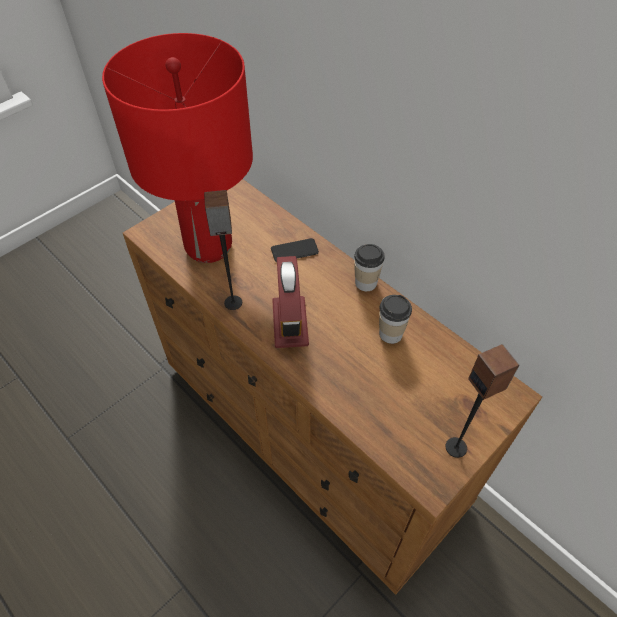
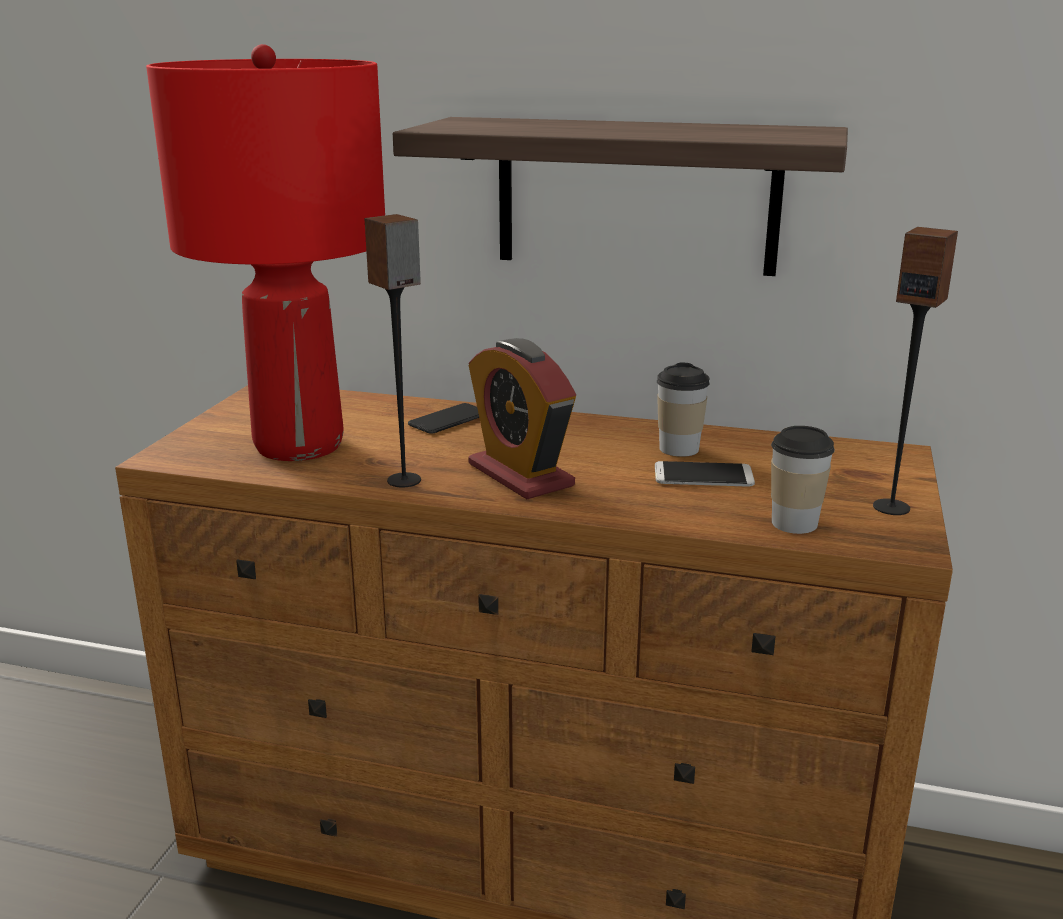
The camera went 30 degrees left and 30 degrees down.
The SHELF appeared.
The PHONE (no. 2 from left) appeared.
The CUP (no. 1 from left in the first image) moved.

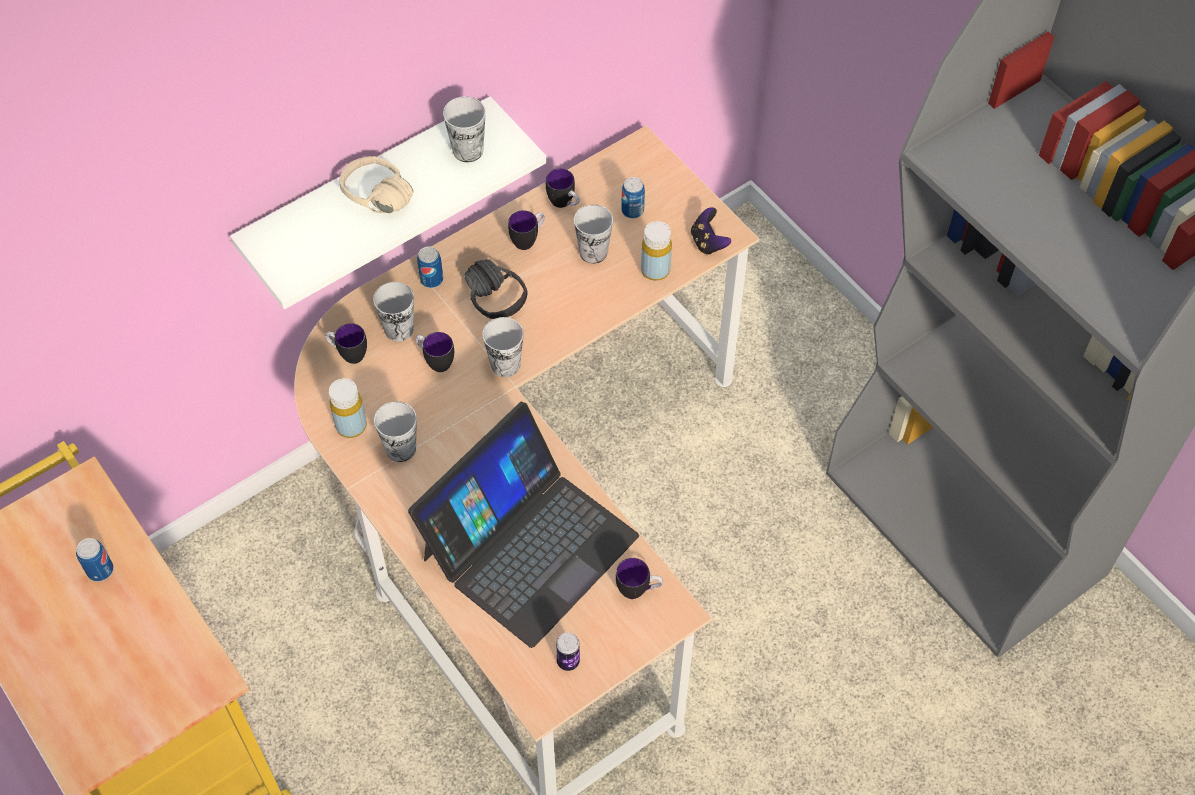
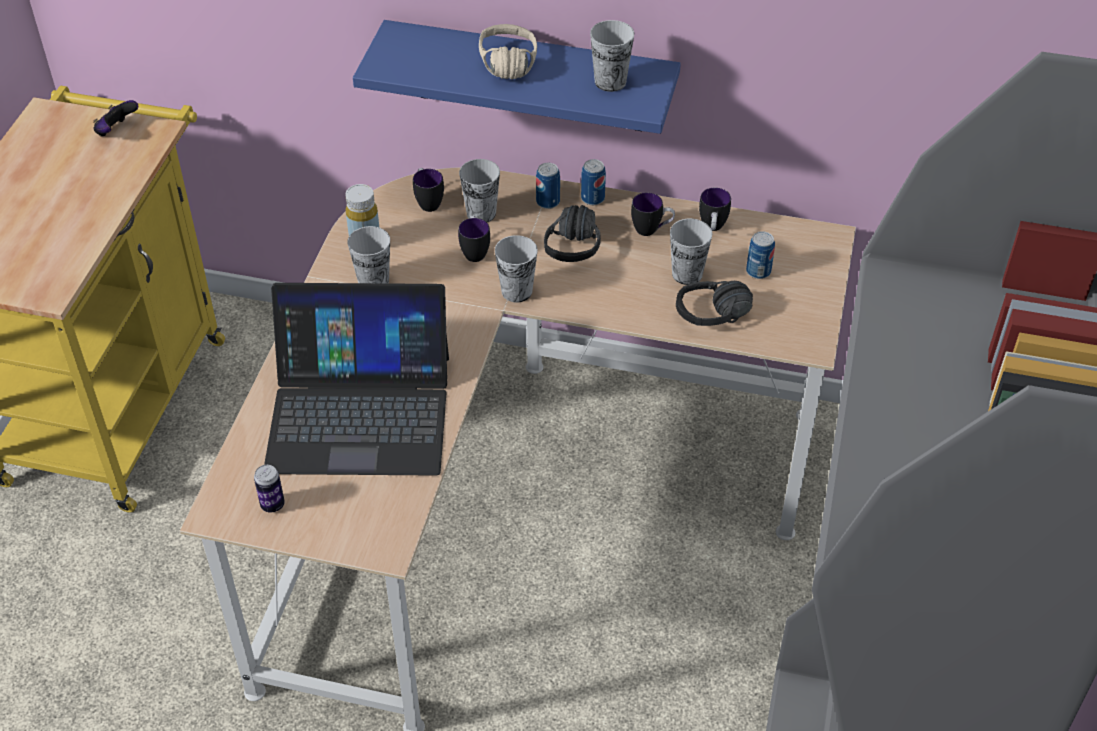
The camera went 50 degrees right and 10 degrees down.
The GAME CONTROLLER moved.
The WHITE SHELF became the BLUE SHELF.
The CAN (no. 1 from left in the first image) moved.
The YELLOW BOTTLE (no. 2 from left) was replaced by the BLACK HEADPHONES (no. 2 from left).
The MUG (no. 5 from left) disappeared.

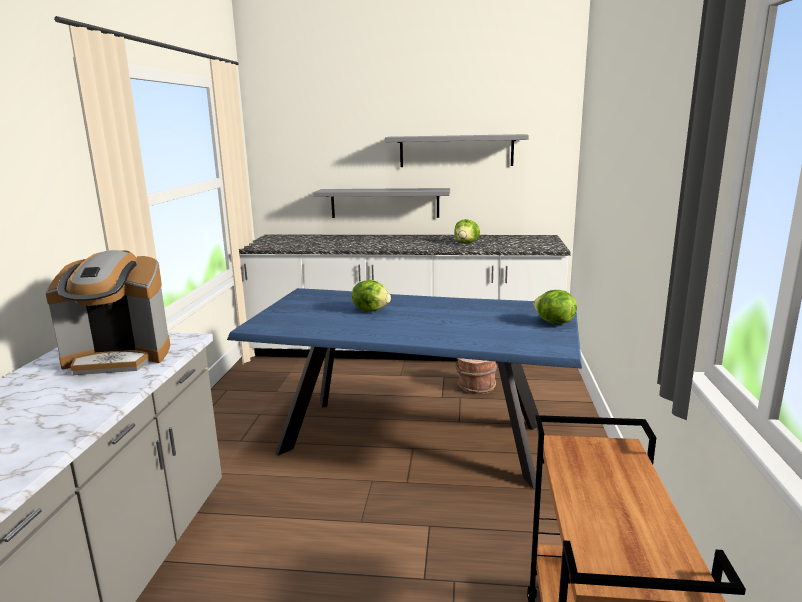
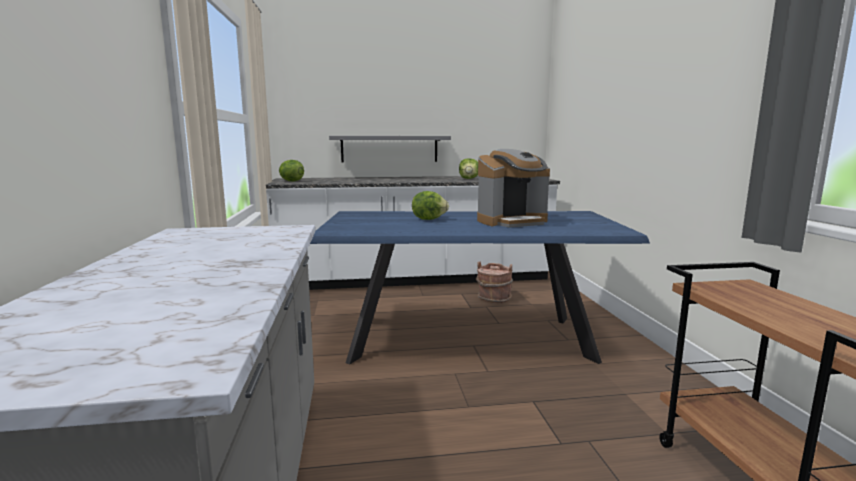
The camera went 15 degrees left and 5 degrees down.
The LETTUCE (no. 3 from left in the first image) moved.
The COFFEE MACHINE moved.
The GREY SHELF (no. 2 from left) disappeared.

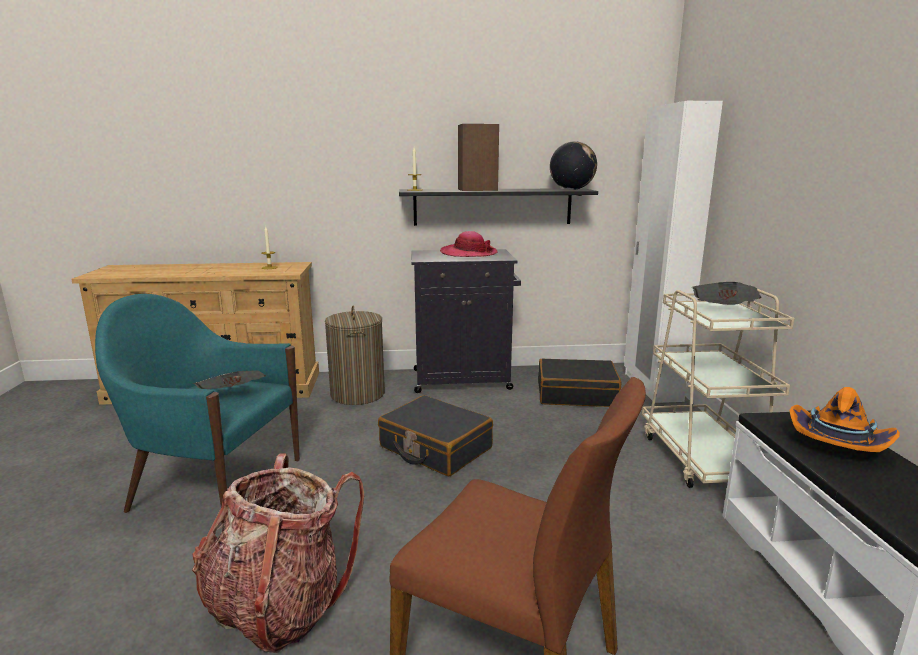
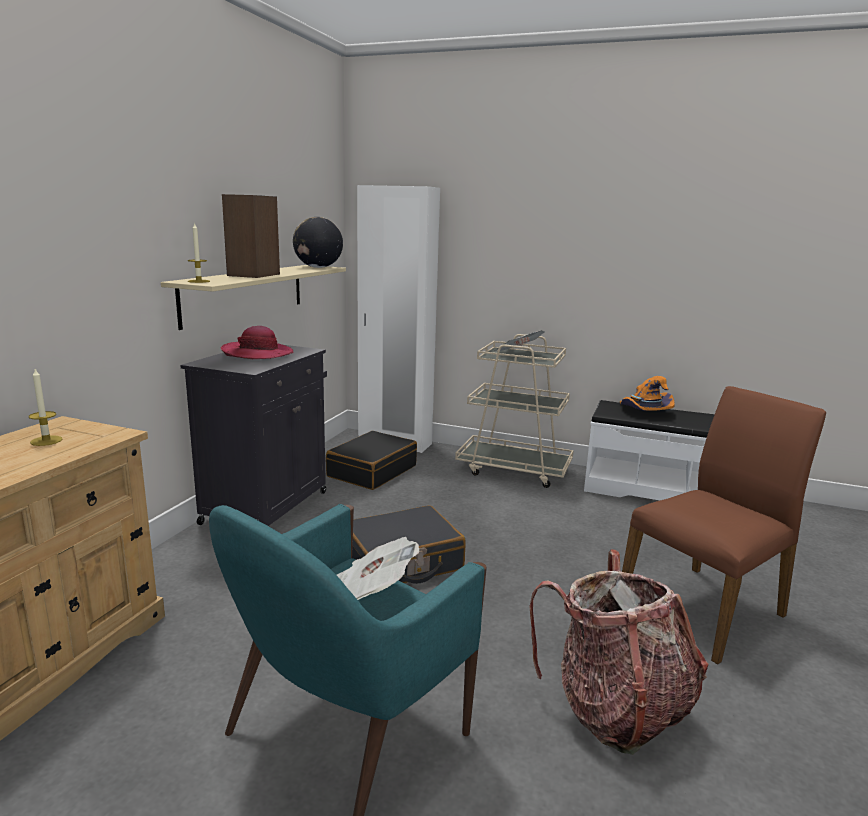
The camera went 65 degrees left and 0 degrees up.
The BLACK SHELF became the BEIGE SHELF.
The LAUNDRY BASKET disappeared.

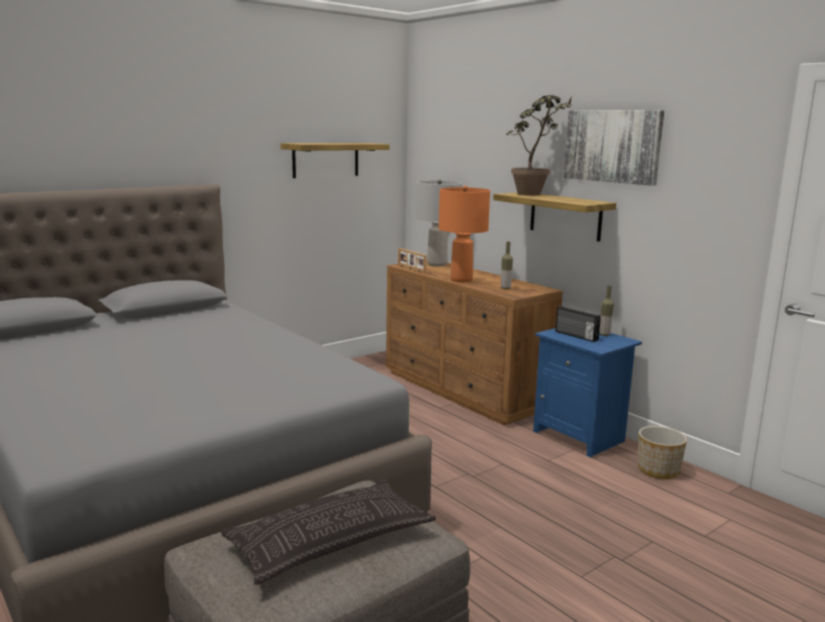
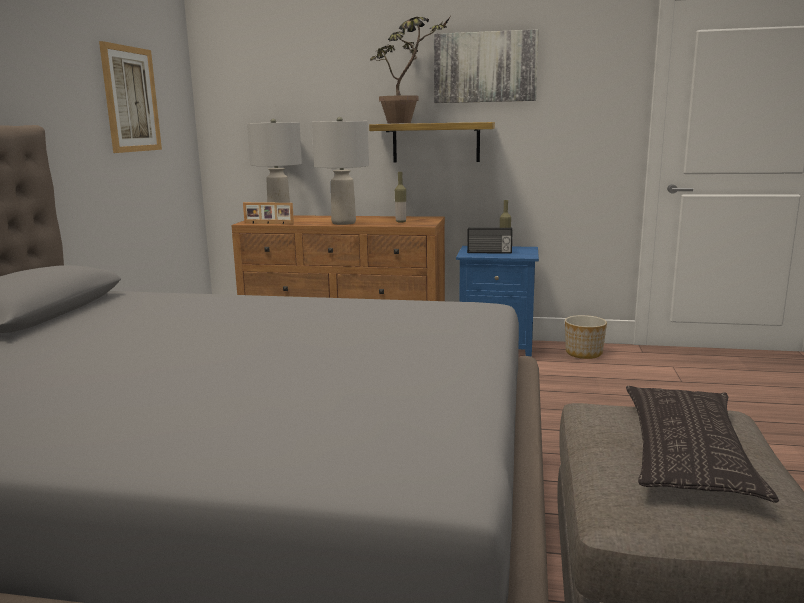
The camera went 40 degrees left and 0 degrees up.
The SHELF (no. 1 from left) was replaced by the PICTURE (no. 1 from left).
The ORANGE TABLE LAMP became the GREY TABLE LAMP (no. 2 from left).

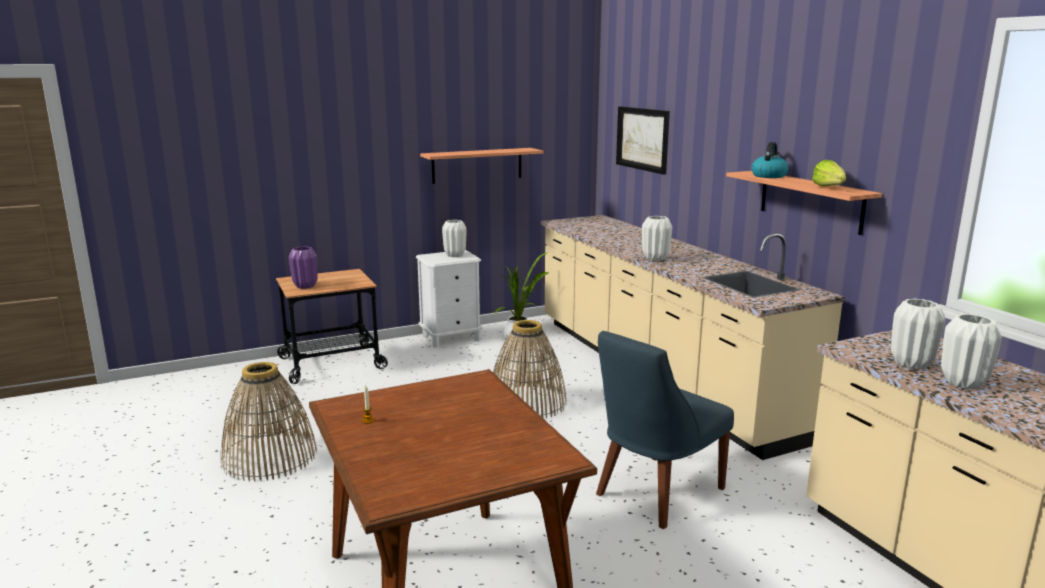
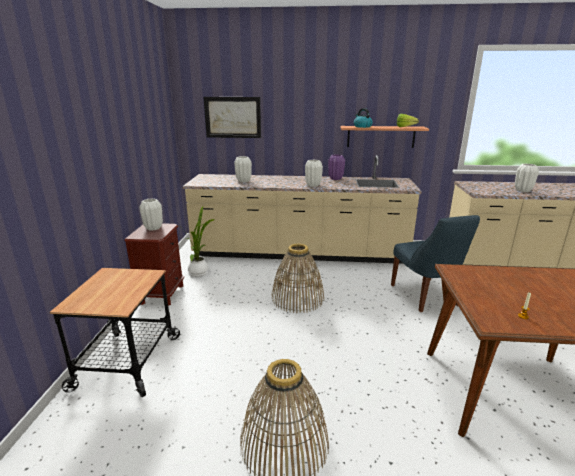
The camera went 60 degrees left and 5 degrees up.
The WHITE NIGHTSTAND became the BROWN NIGHTSTAND.
The WHITE VASE (no. 3 from left in the first image) moved.
The PURPLE VASE moved.
The SHELF (no. 1 from left) disappeared.

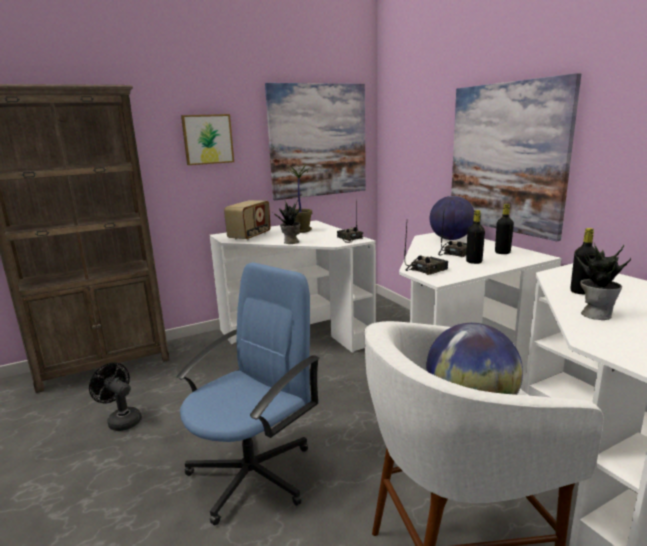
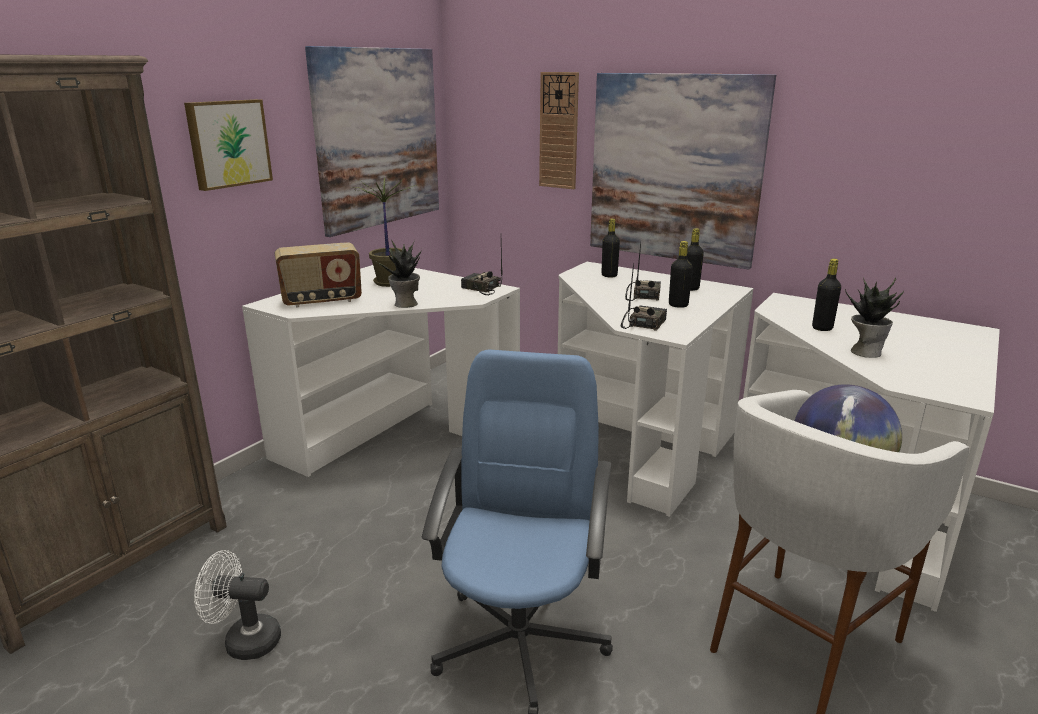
The camera went 30 degrees left and 5 degrees up.
The BLACK FAN became the WHITE FAN.
The RADIO (no. 1 from left) turned 75 degrees clockwise.
The WALL CLOCK appeared.
The GLOBE (no. 1 from left) was replaced by the BLACK BOTTLE (no. 1 from left).

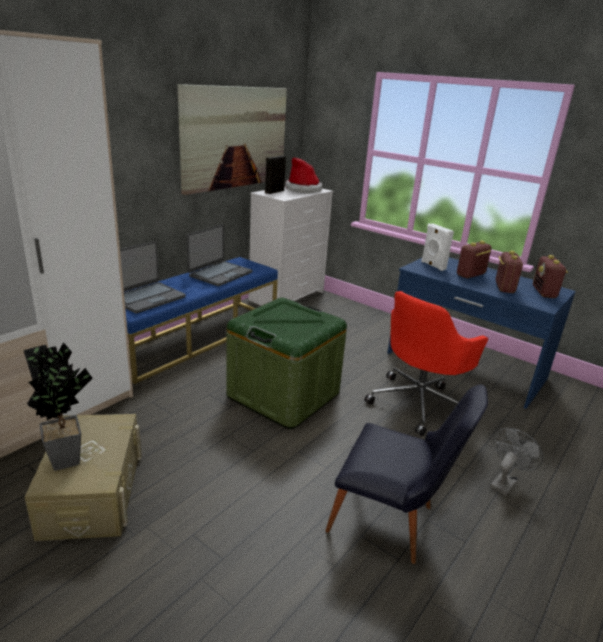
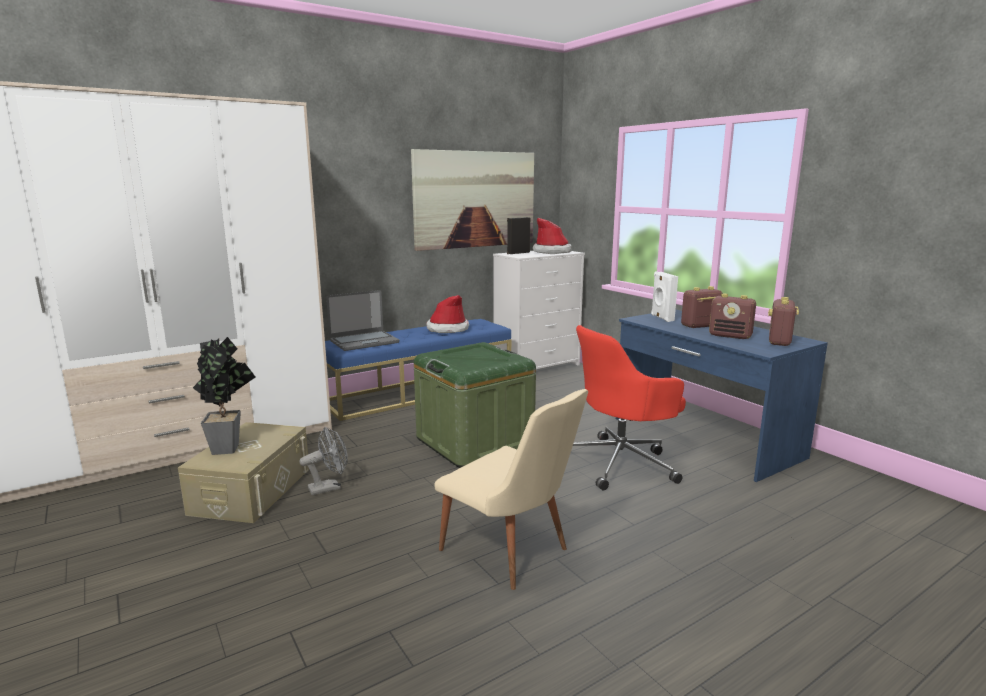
The camera went 20 degrees right and 10 degrees down.
The GREY FAN moved.
The LAPTOP (no. 2 from left) was replaced by the HAT (no. 1 from left).
The BLACK CHAIR became the BEIGE CHAIR.
The RADIO (no. 2 from left) turned 90 degrees clockwise.

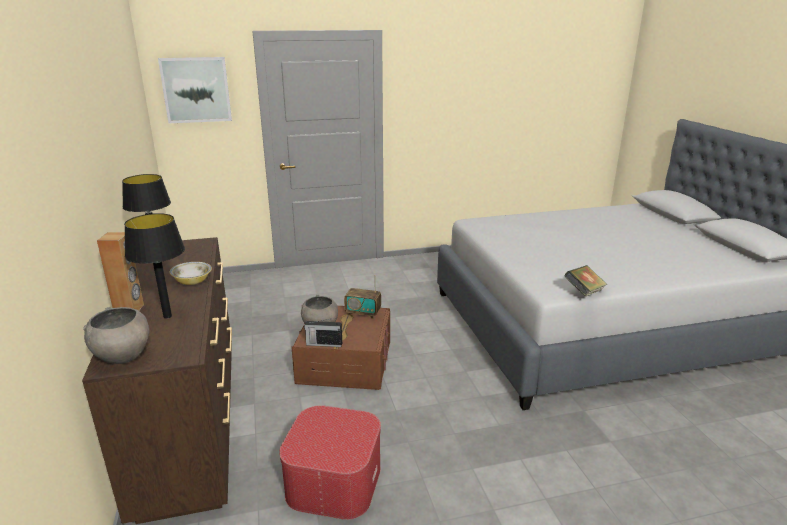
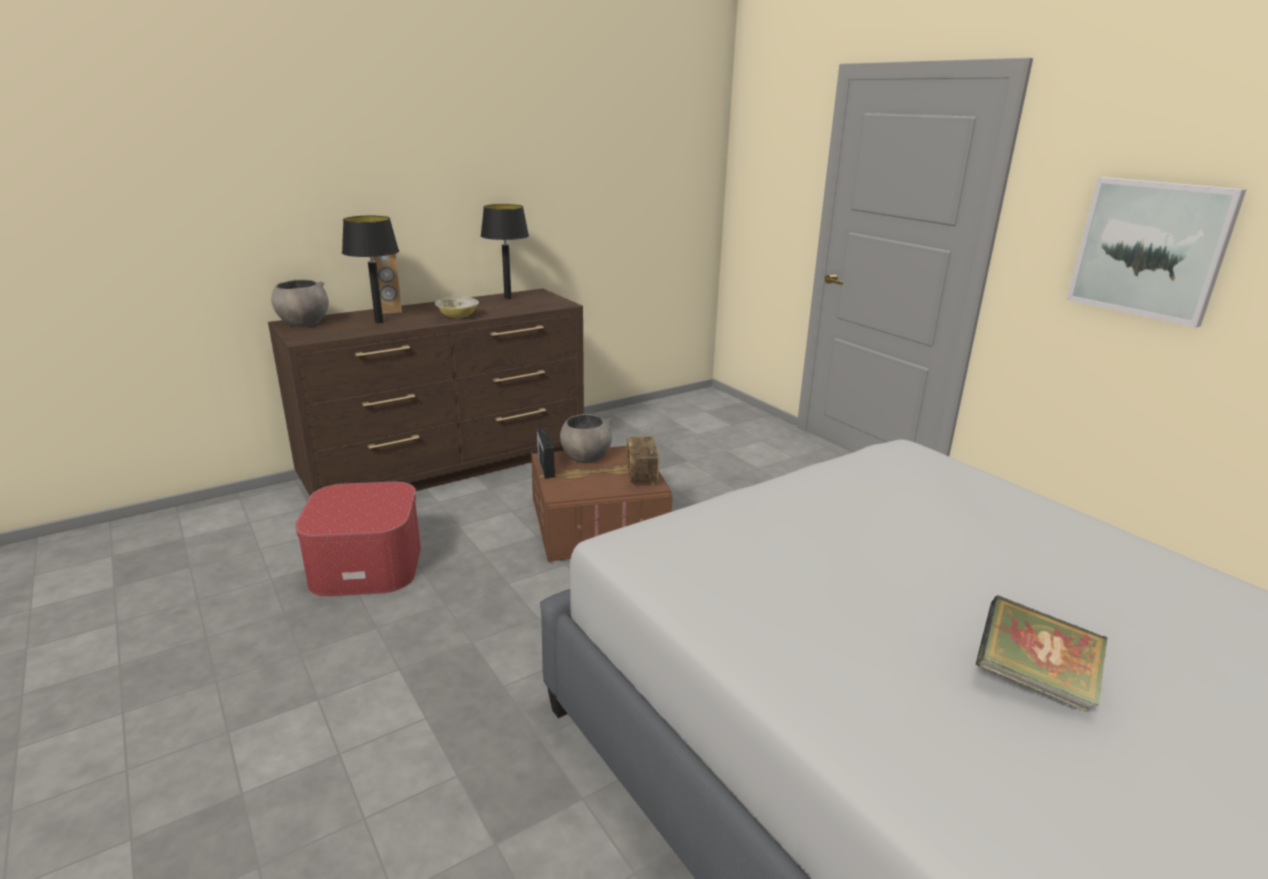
The camera went 70 degrees right and 0 degrees up.
The BOOK moved.
The PICTURE moved.

